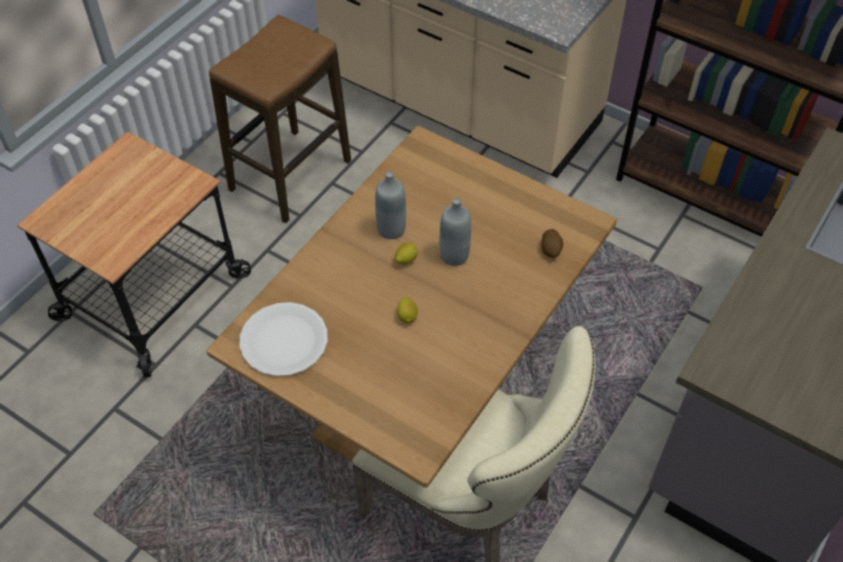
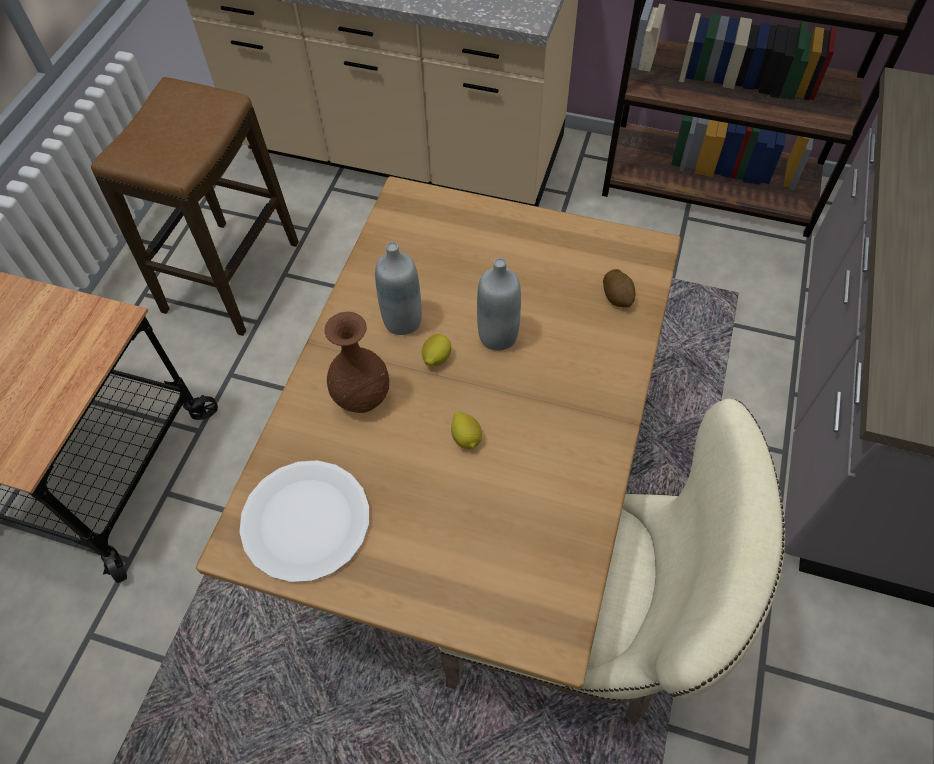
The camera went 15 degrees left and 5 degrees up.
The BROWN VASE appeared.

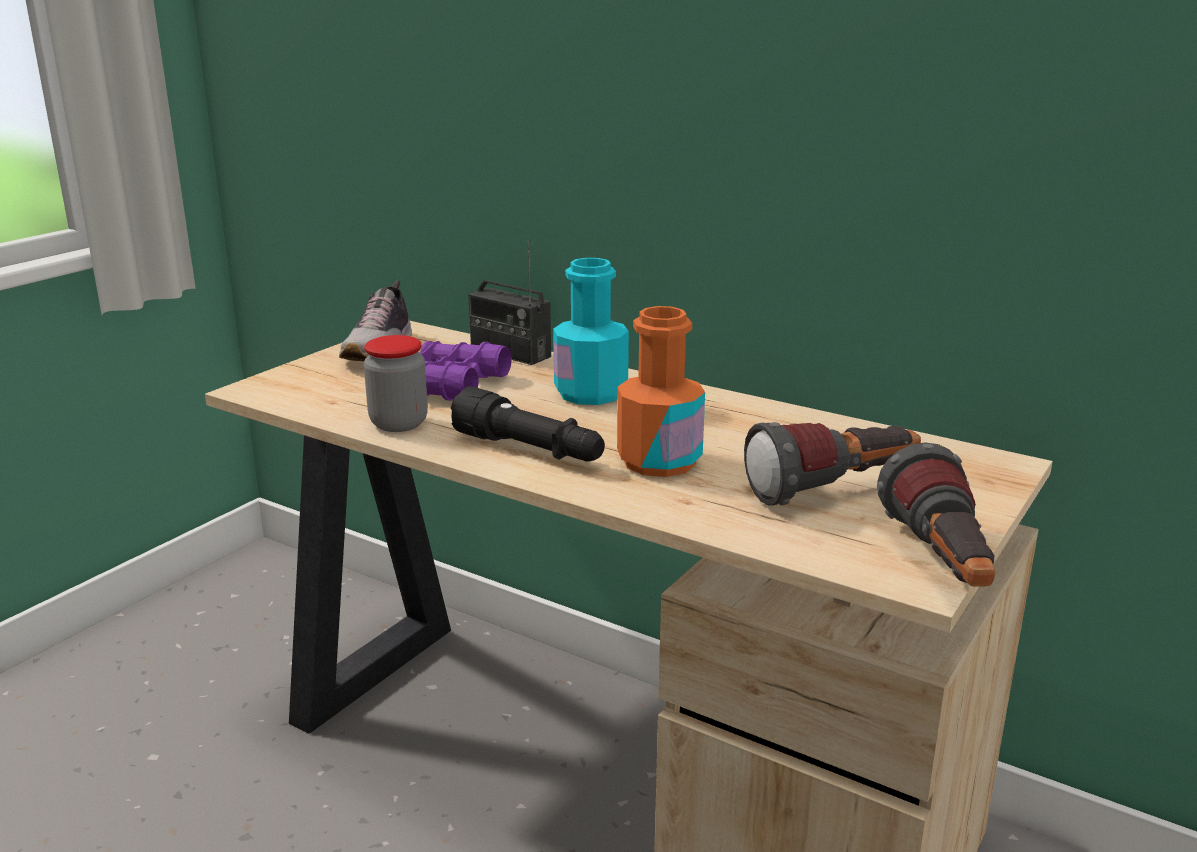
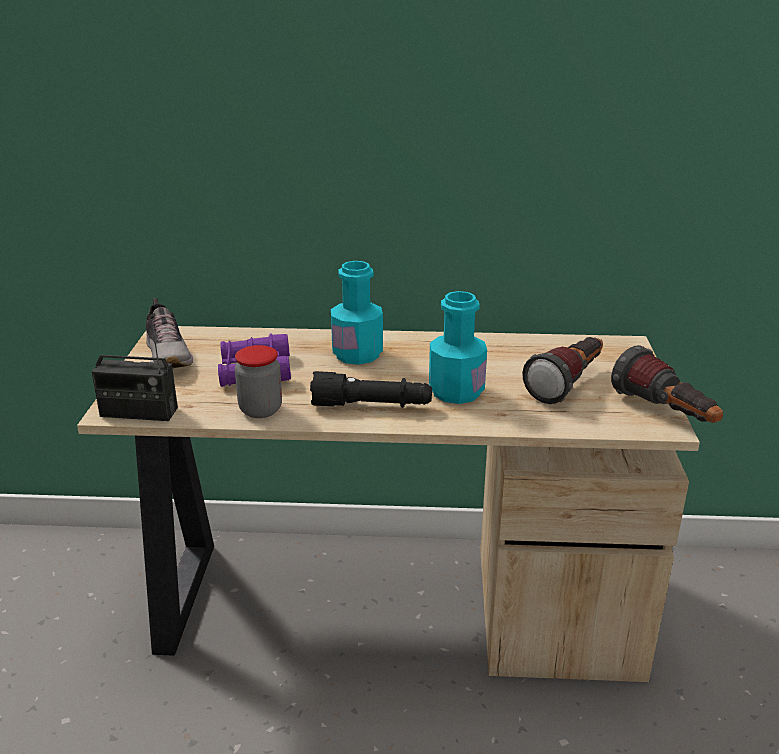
The camera went 30 degrees left and 5 degrees up.
The RADIO moved.
The ORANGE BOTTLE became the TURQUOISE BOTTLE (no. 2 from left).

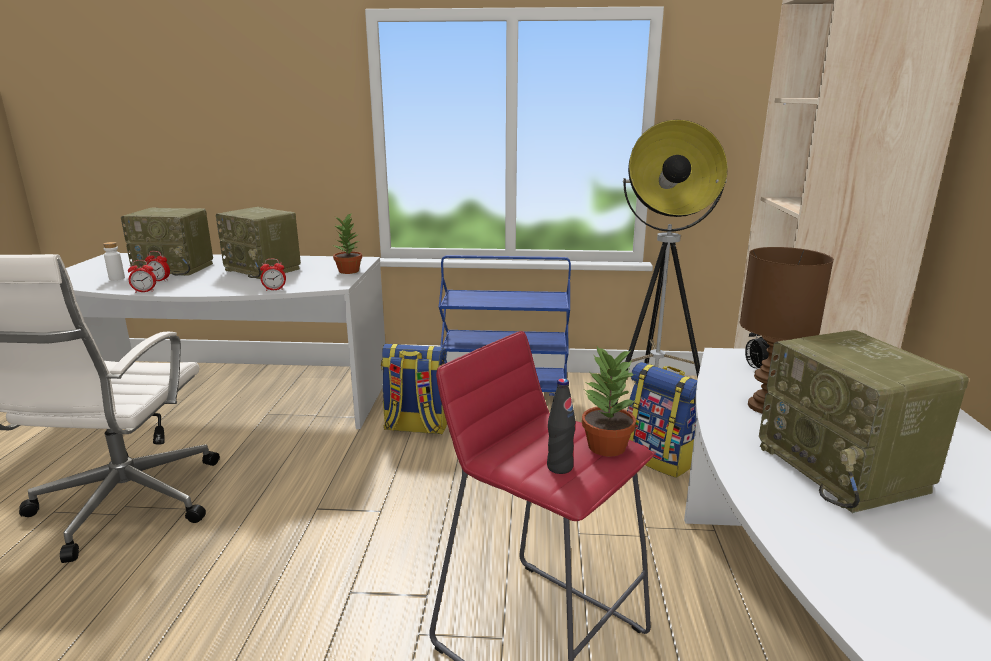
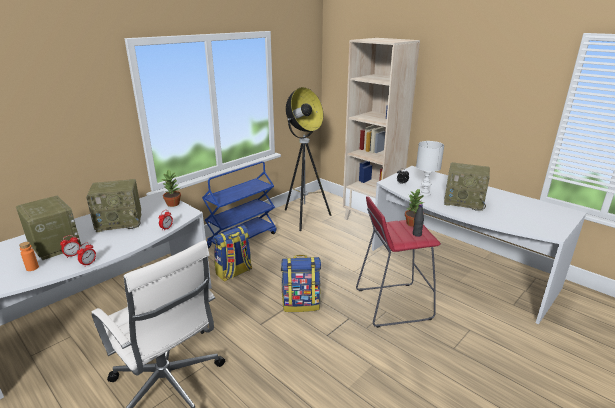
The camera went 50 degrees left and 5 degrees up.
The RADIO (no. 1 from left) turned 90 degrees counterclockwise.
The WHITE BOTTLE became the ORANGE BOTTLE.
The BACKPACK (no. 2 from left) moved.
The BROWN TABLE LAMP became the WHITE TABLE LAMP.

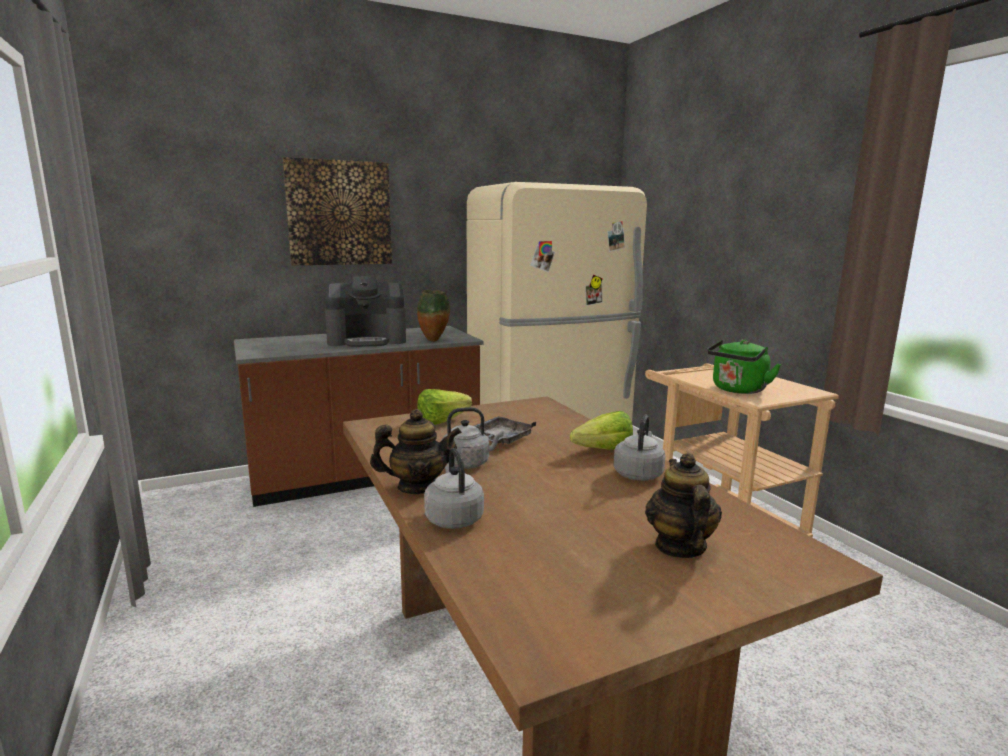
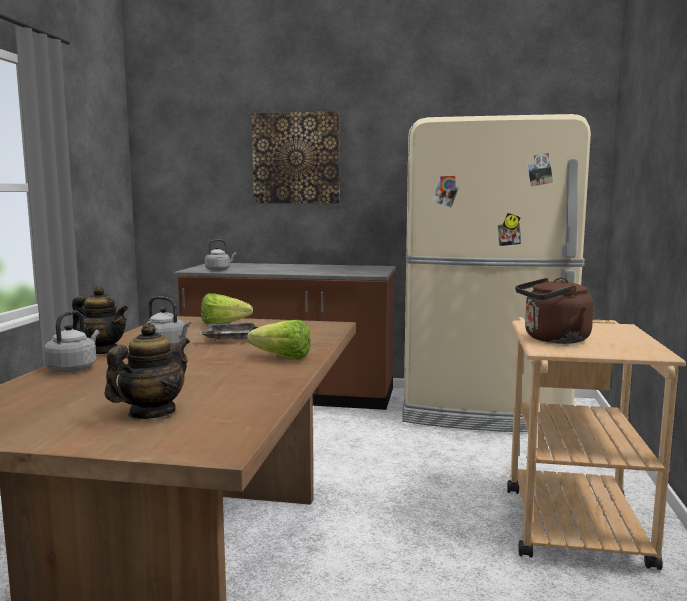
The camera went 35 degrees right and 5 degrees down.
The GREY KETTLE (no. 3 from left) moved.
The GREEN KETTLE became the BROWN KETTLE.
The COFFEE MACHINE disappeared.
The VASE disappeared.

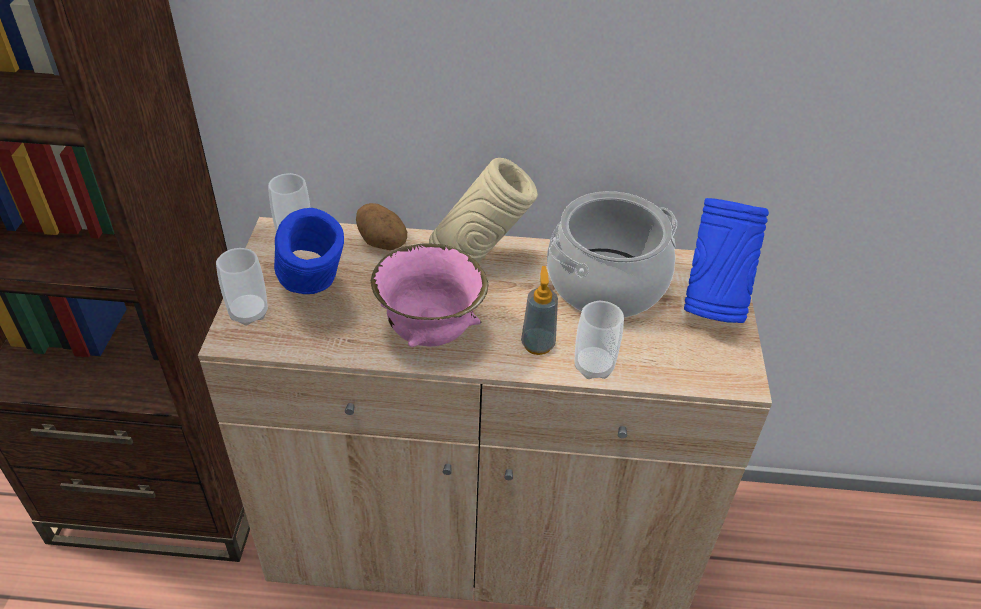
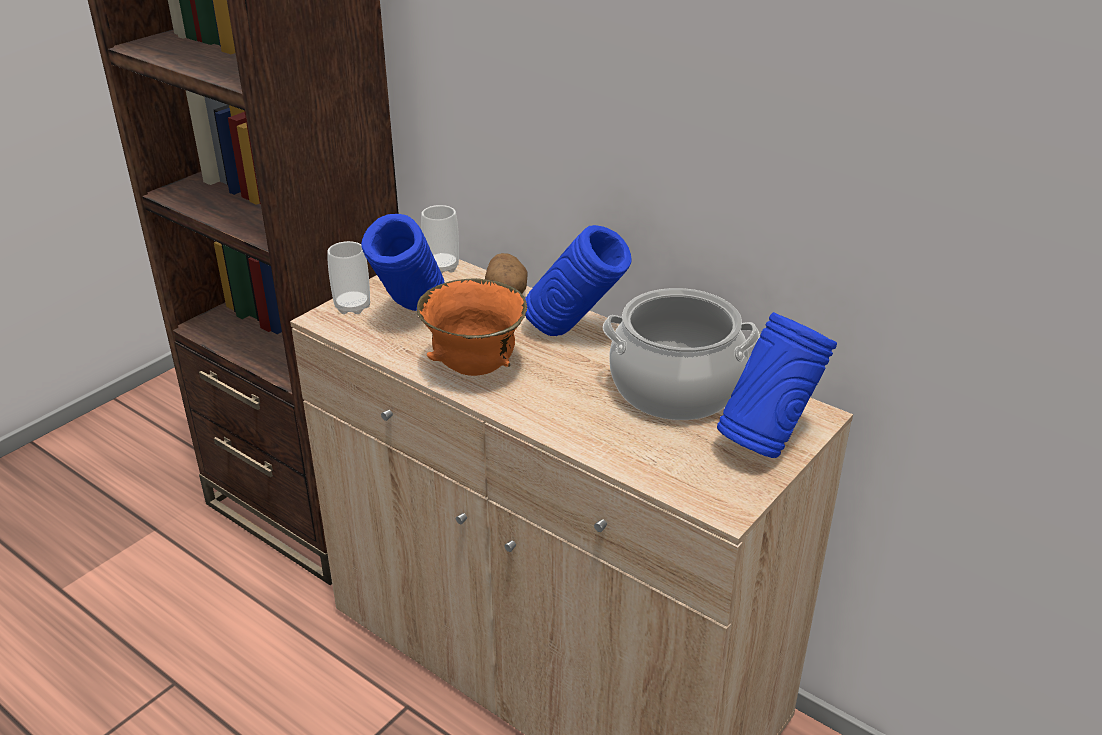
The camera went 35 degrees right and 10 degrees down.
The PINK BOWL became the ORANGE BOWL.
The BEIGE VASE became the BLUE VASE (no. 2 from left).
The SOAP DISPENSER disappeared.
The CUP (no. 3 from left) disappeared.

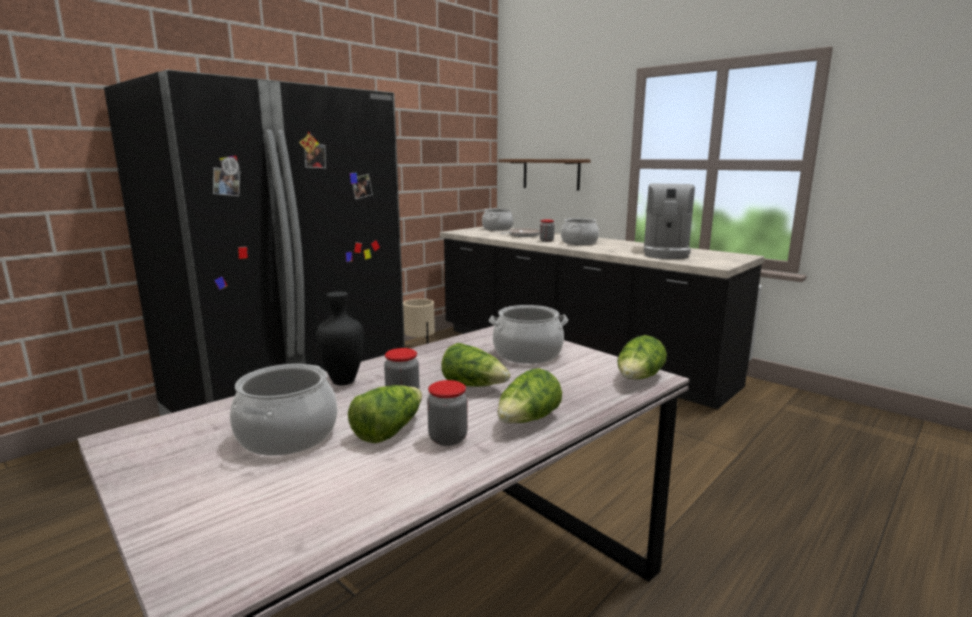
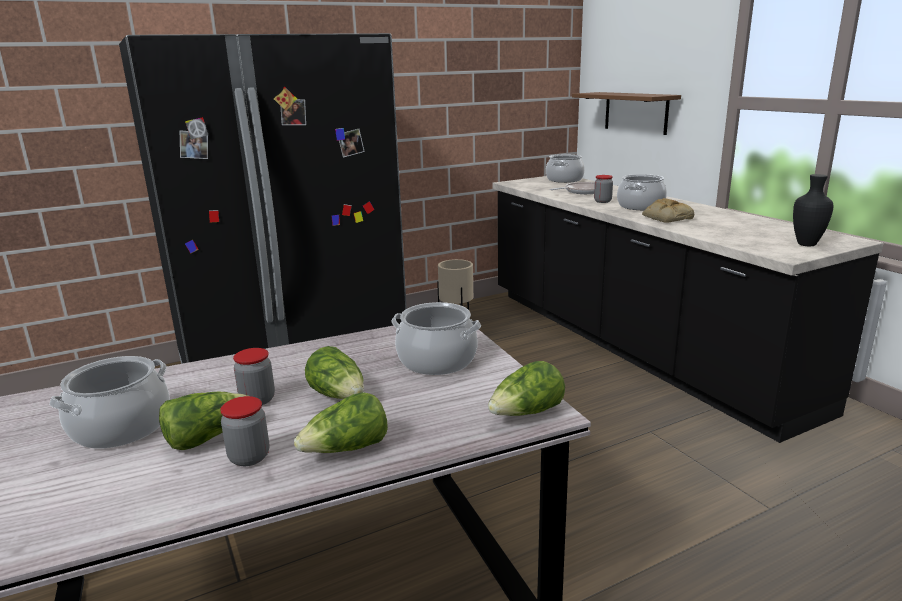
The camera went 20 degrees right and 5 degrees up.
The BREAD appeared.
The BLACK VASE moved.
The COFFEE MACHINE disappeared.

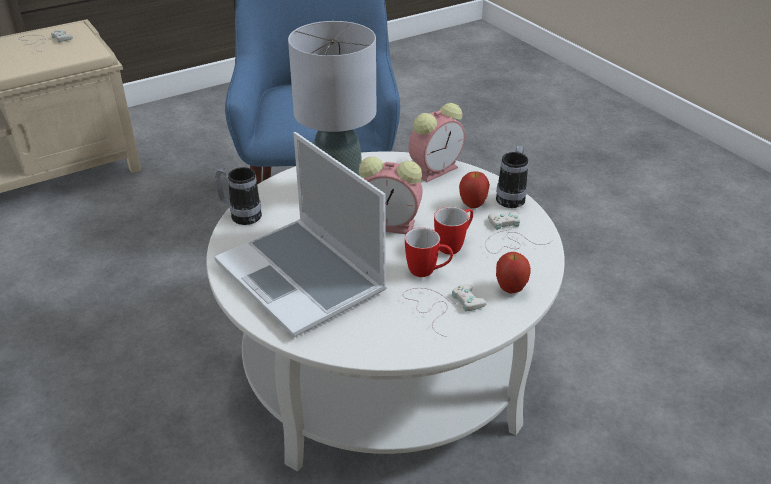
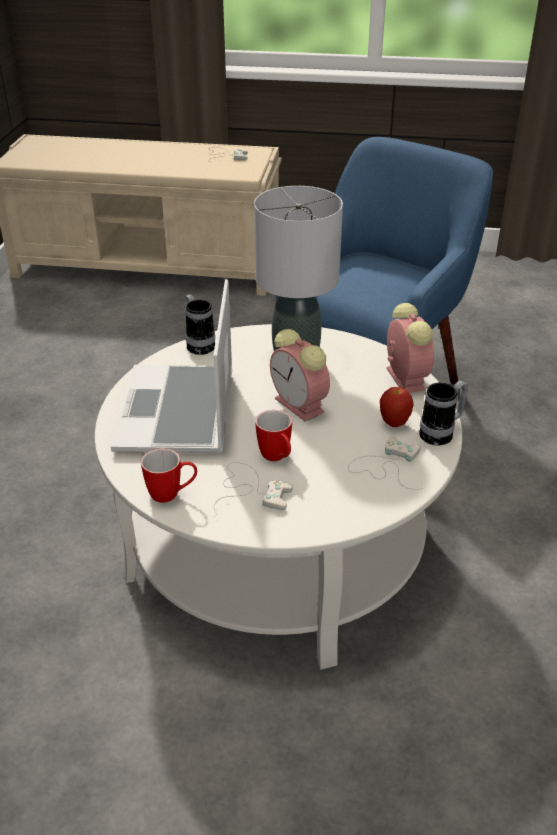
The camera went 40 degrees right and 0 degrees up.
The MUG (no. 3 from left in the first image) moved.
The ALARM CLOCK (no. 2 from left) turned 105 degrees counterclockwise.
The APPLE (no. 2 from left) disappeared.

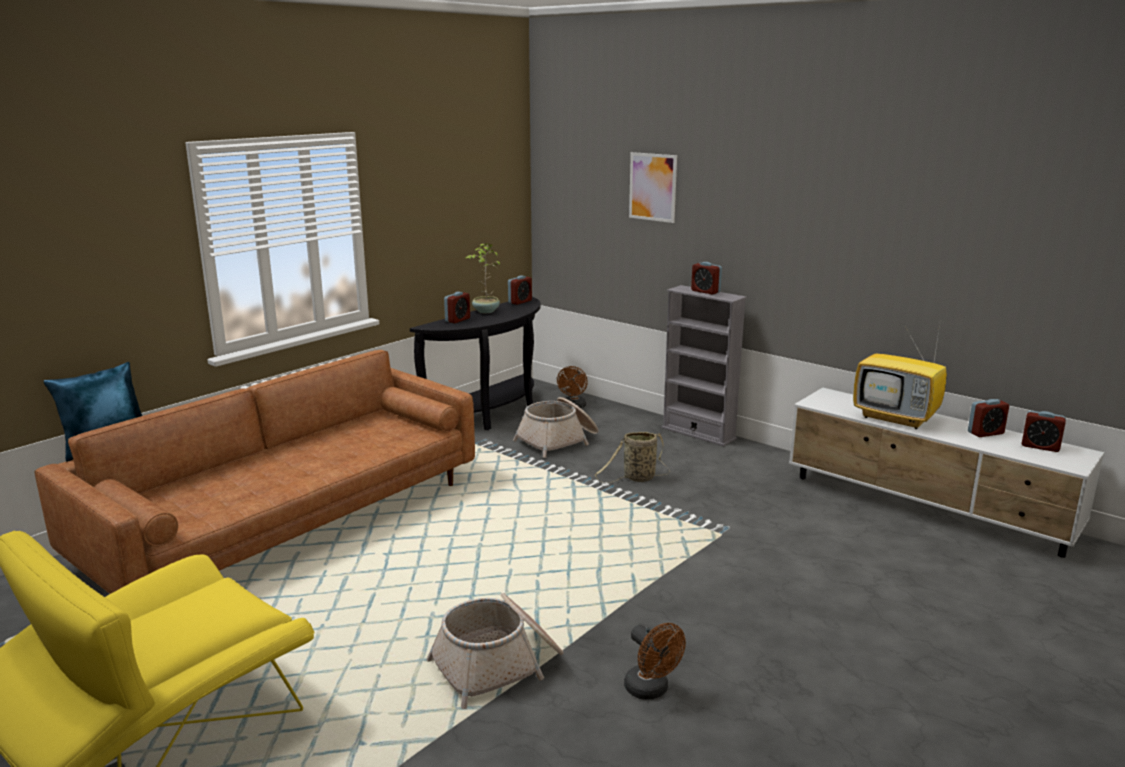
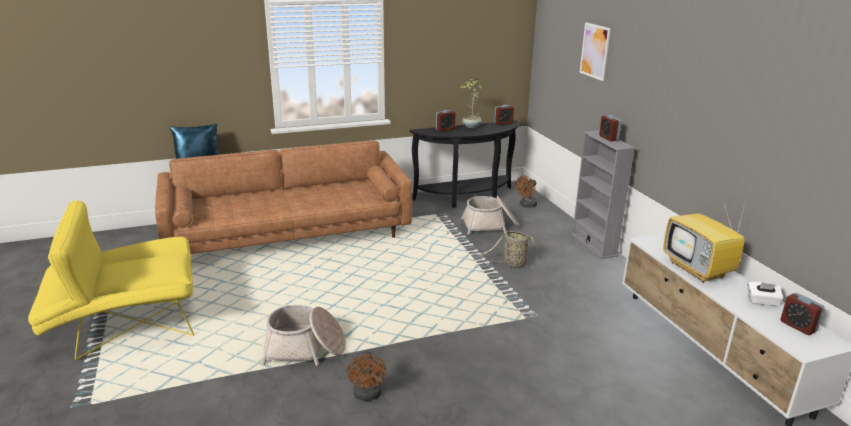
The camera went 30 degrees right and 5 degrees up.
The ALARM CLOCK (no. 4 from left) was replaced by the WHITE TISSUE BOX.

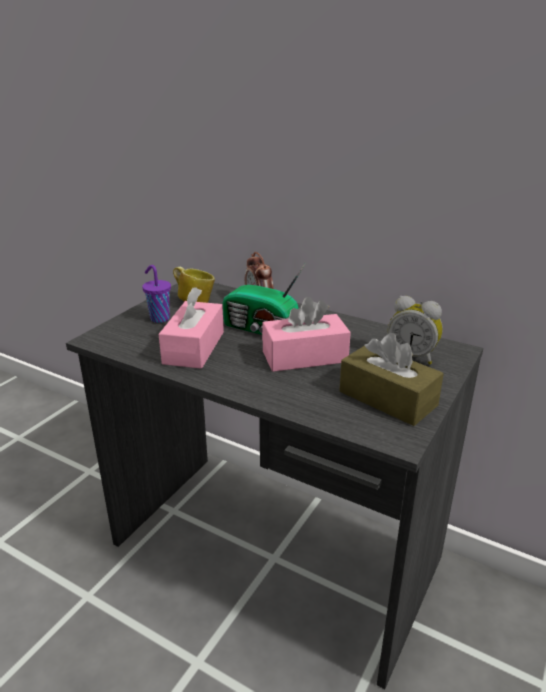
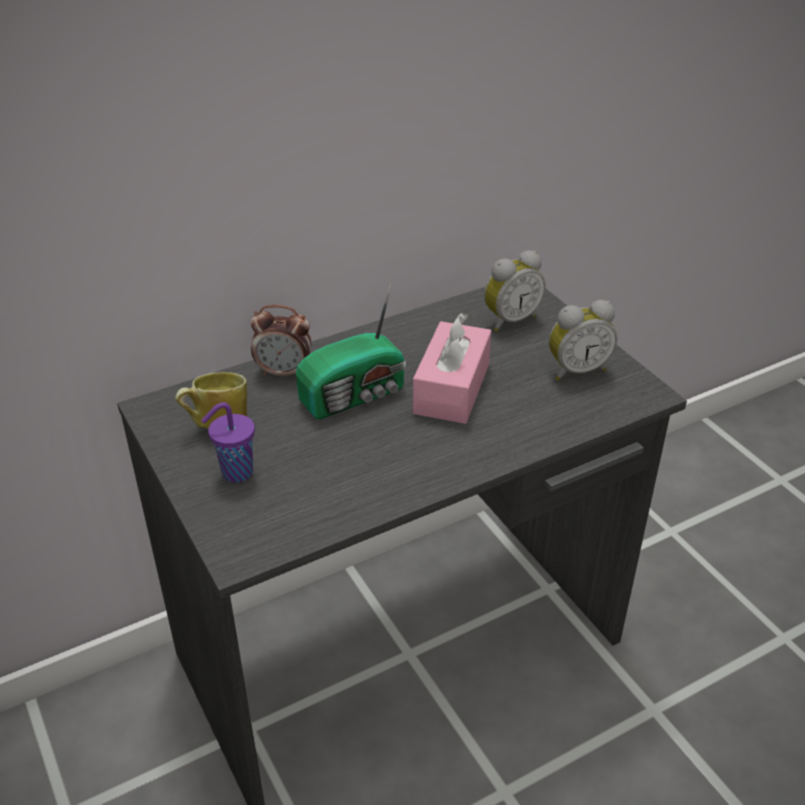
The camera went 60 degrees left and 10 degrees up.
The BROWN TISSUE BOX was replaced by the ALARM CLOCK (no. 3 from left).
The PINK TISSUE BOX (no. 1 from left) disappeared.

